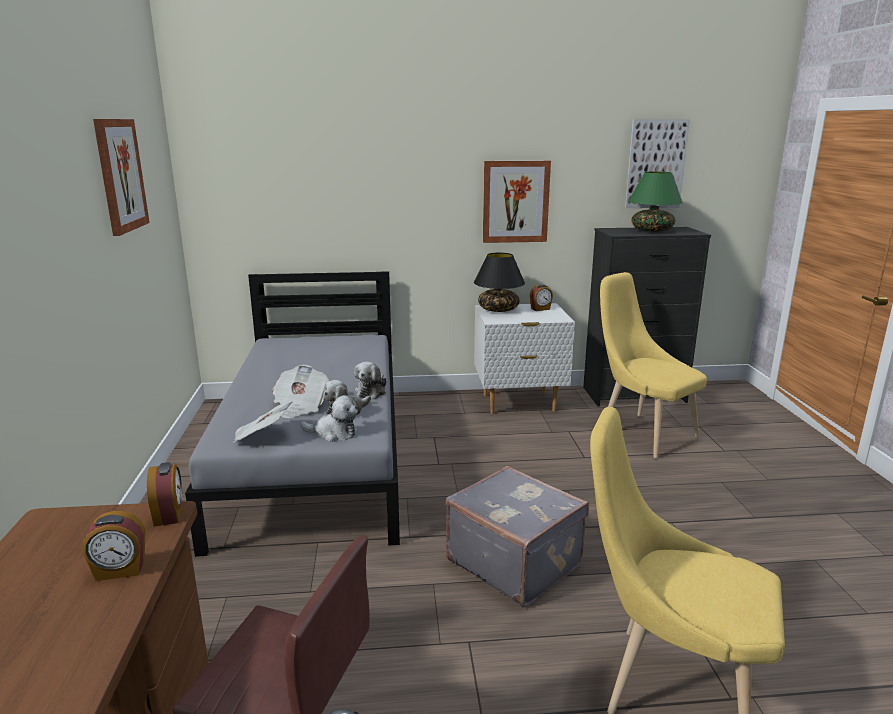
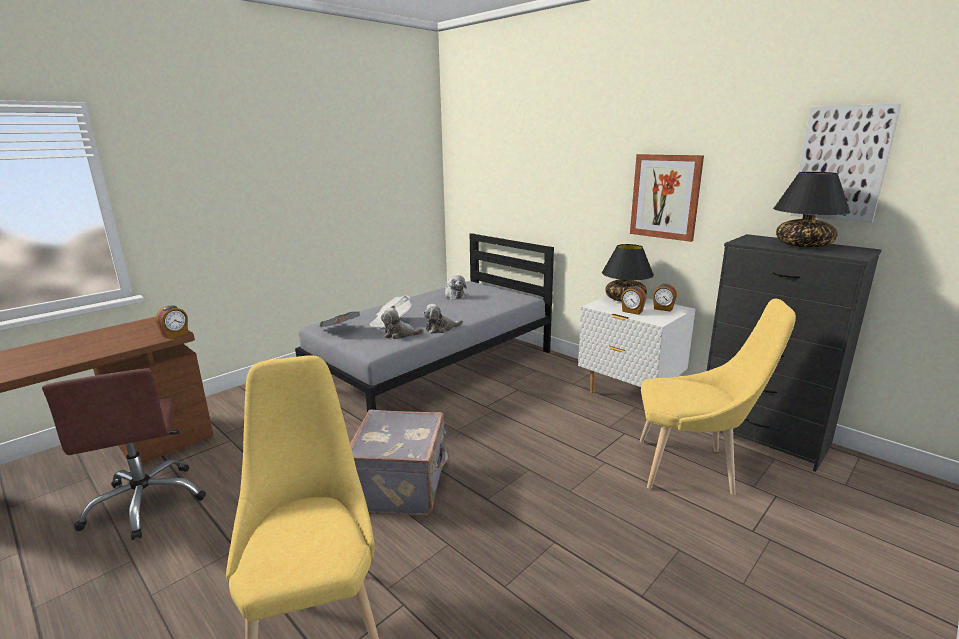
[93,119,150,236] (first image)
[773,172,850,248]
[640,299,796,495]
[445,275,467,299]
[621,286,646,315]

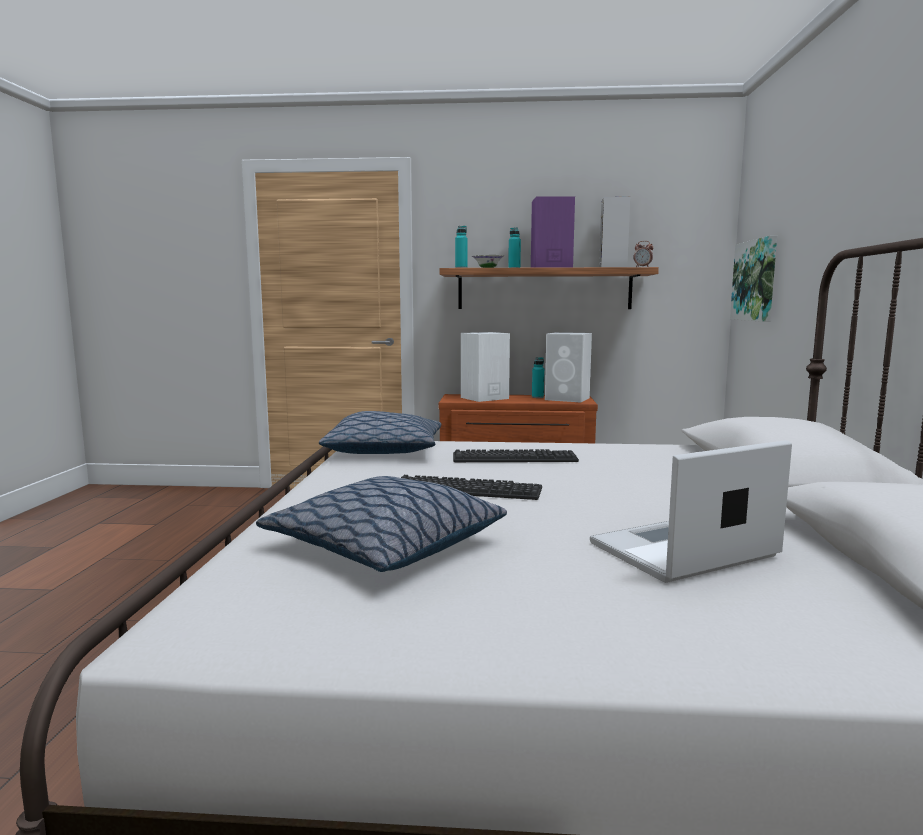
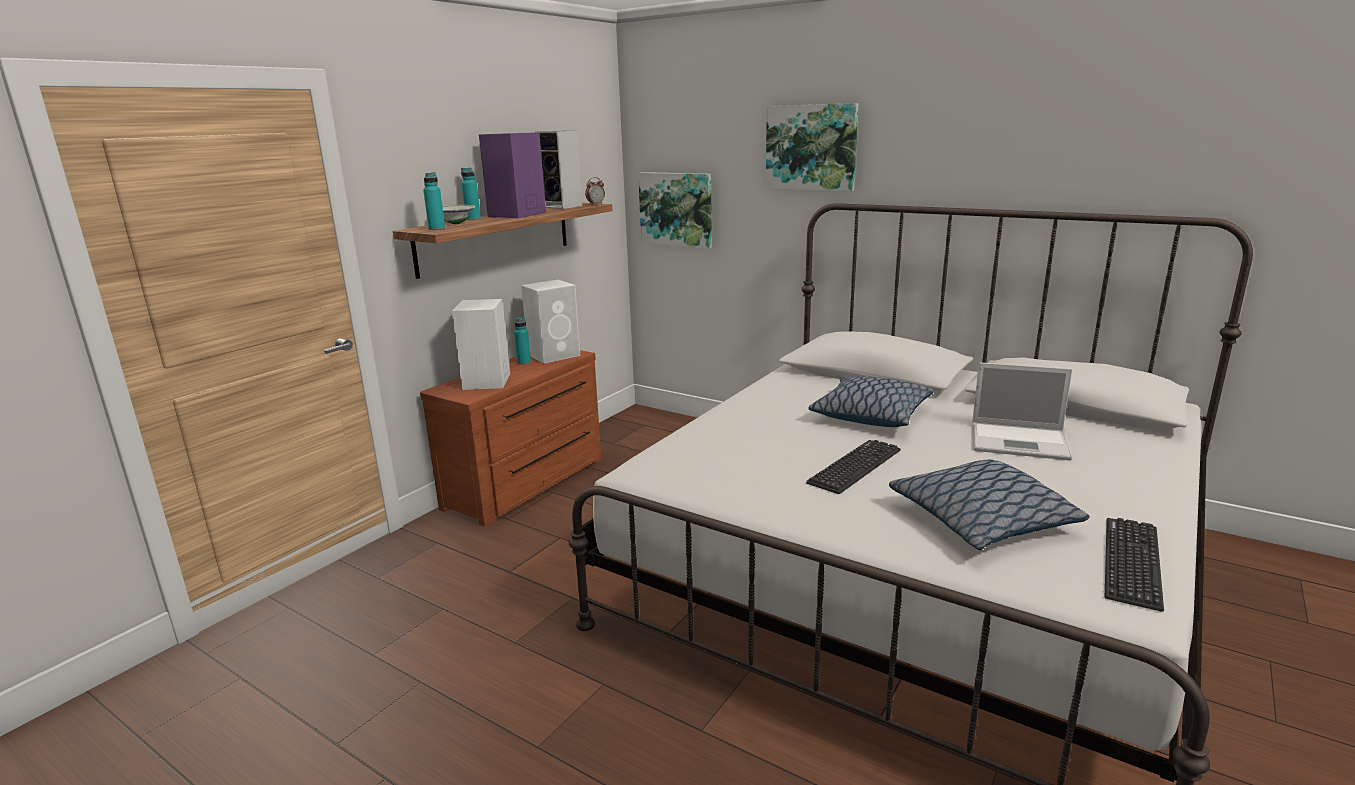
[809,376,934,427]
[972,363,1072,461]
[1105,518,1164,612]
[766,103,858,191]

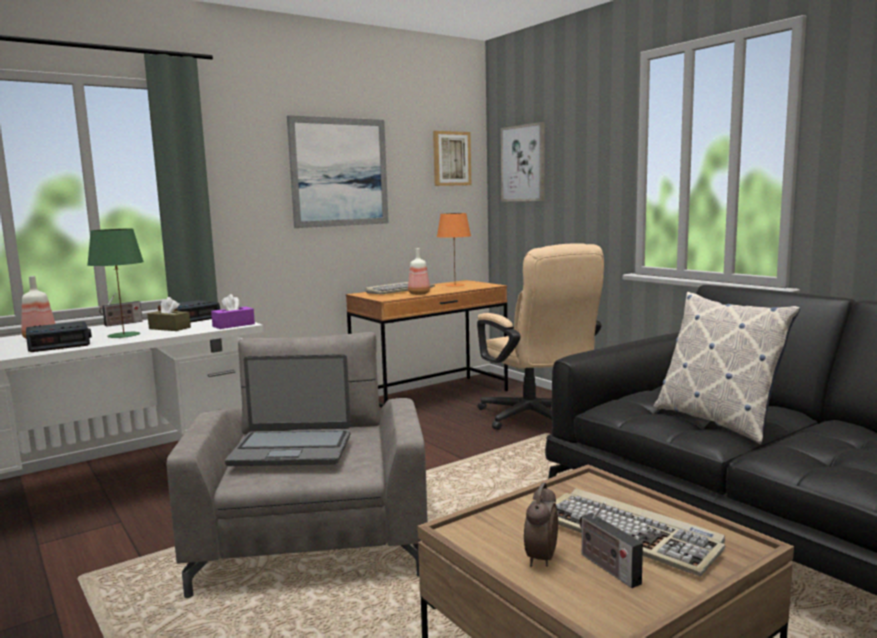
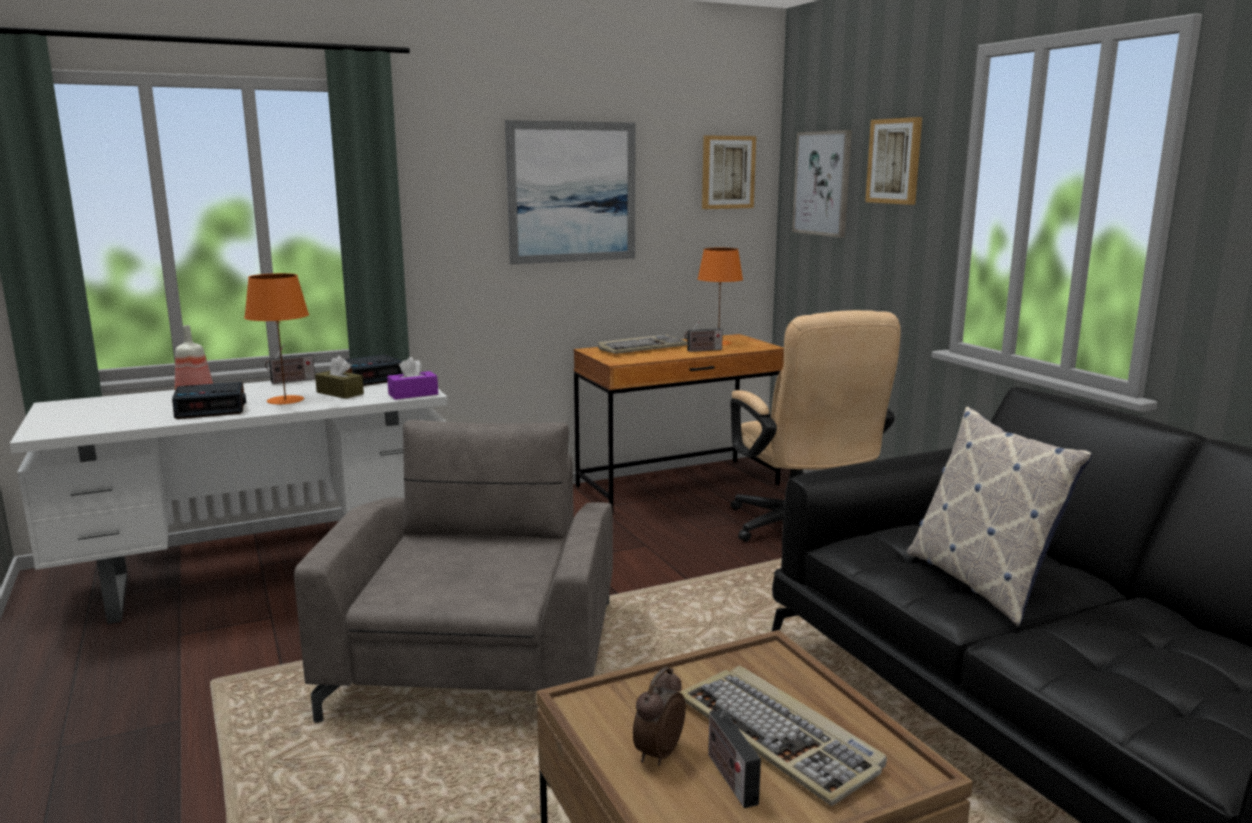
[244,273,309,405]
[408,248,430,295] (first image)
[225,354,351,466] (first image)
[865,117,922,205]
[685,319,723,352]

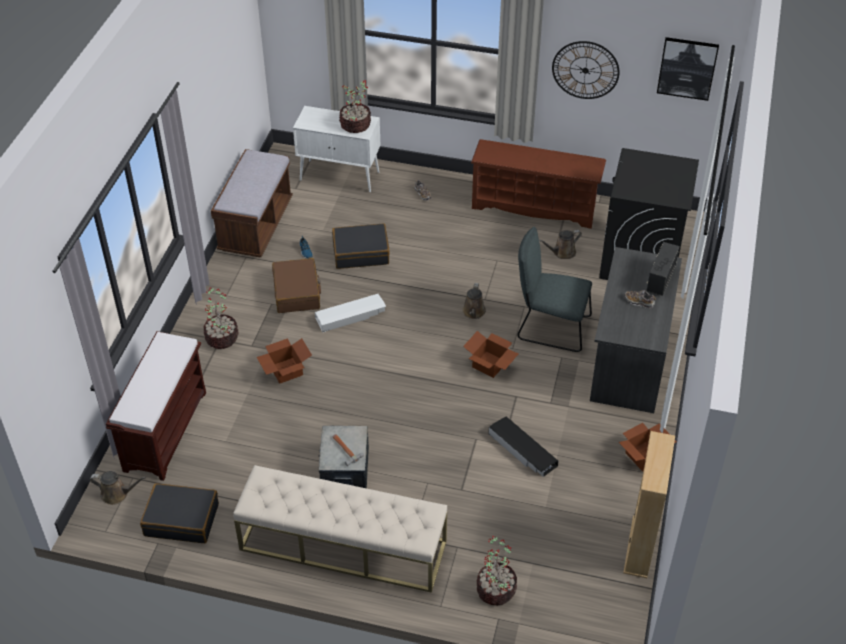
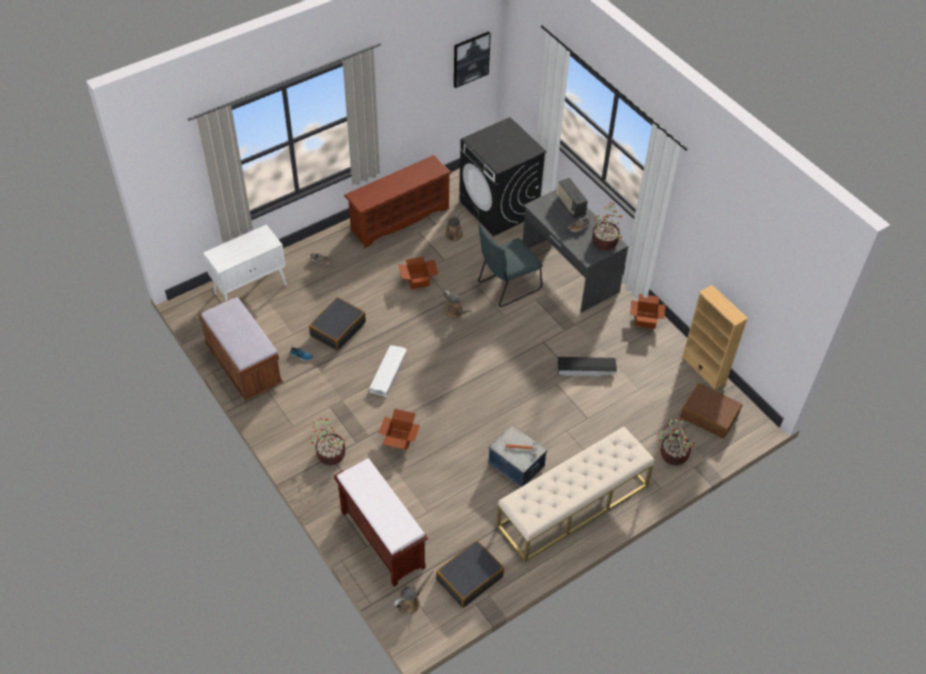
[552,41,620,99] (first image)
[592,202,622,250]
[680,383,742,439]
[398,257,439,289]

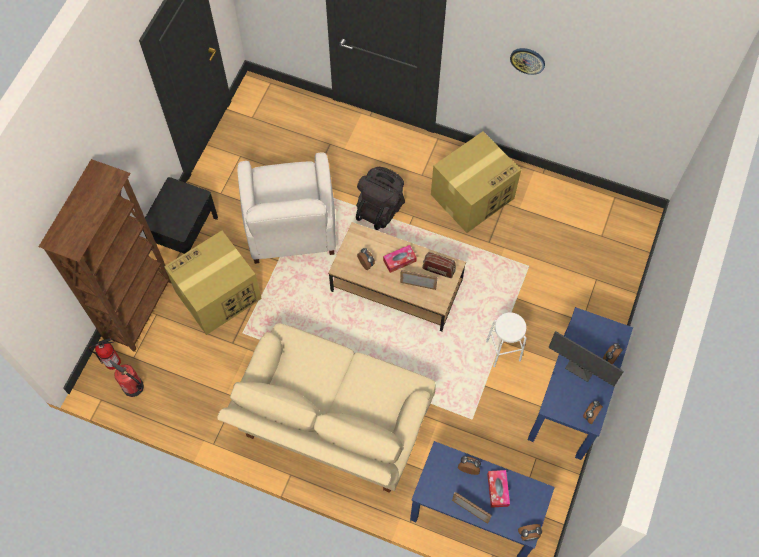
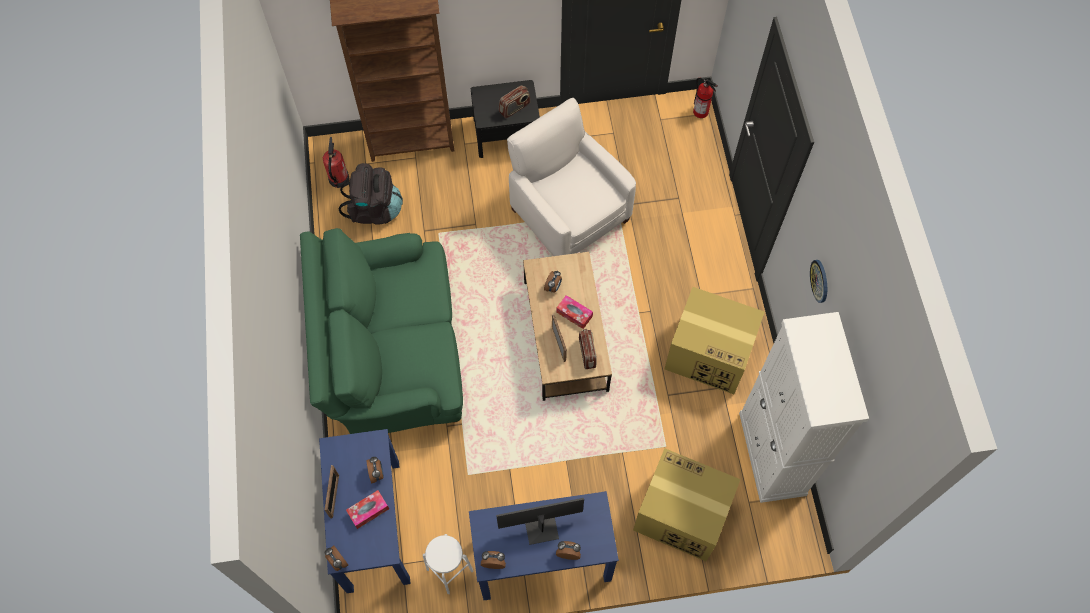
[507,98,636,256]
[339,163,403,225]
[633,448,741,561]
[423,534,473,594]
[300,228,463,434]
[496,498,584,545]
[693,78,718,118]
[499,85,531,119]
[739,312,869,503]

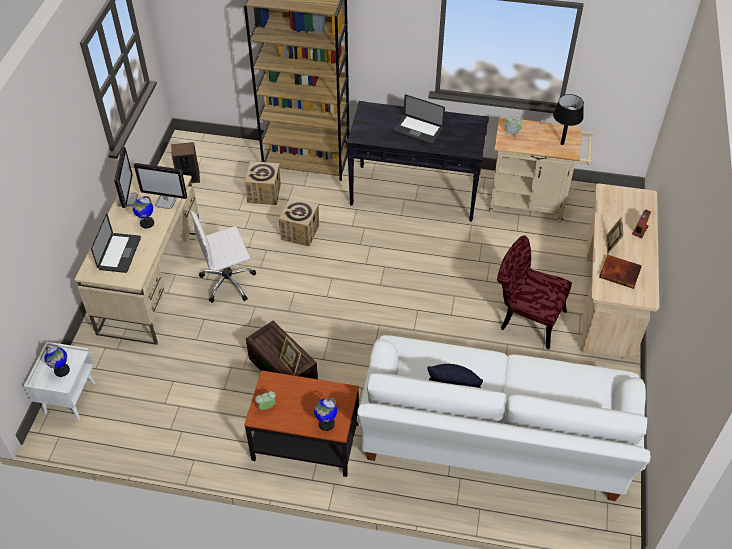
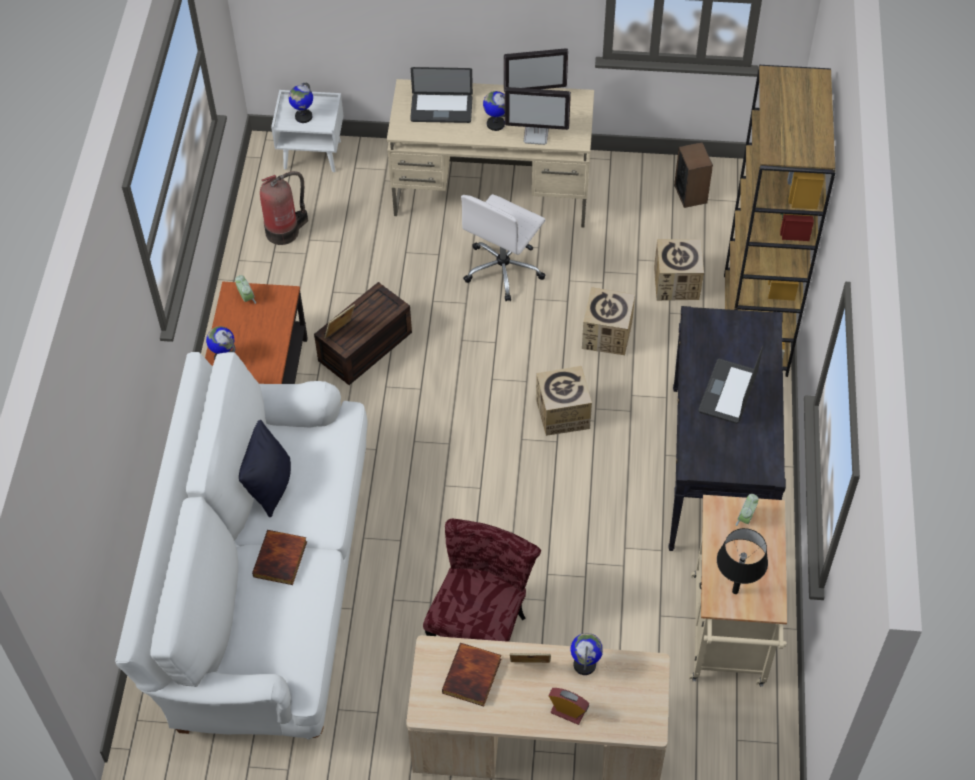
[505,87,571,145]
[461,194,545,301]
[260,171,308,245]
[536,366,592,436]
[252,530,307,585]
[571,633,603,675]

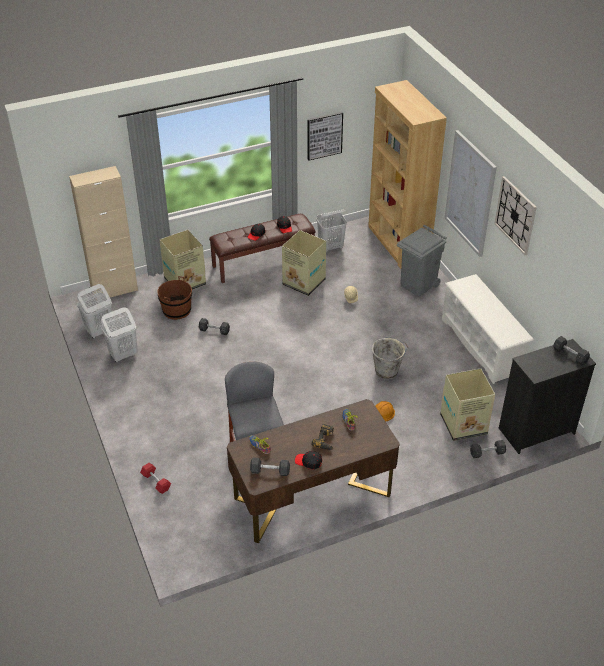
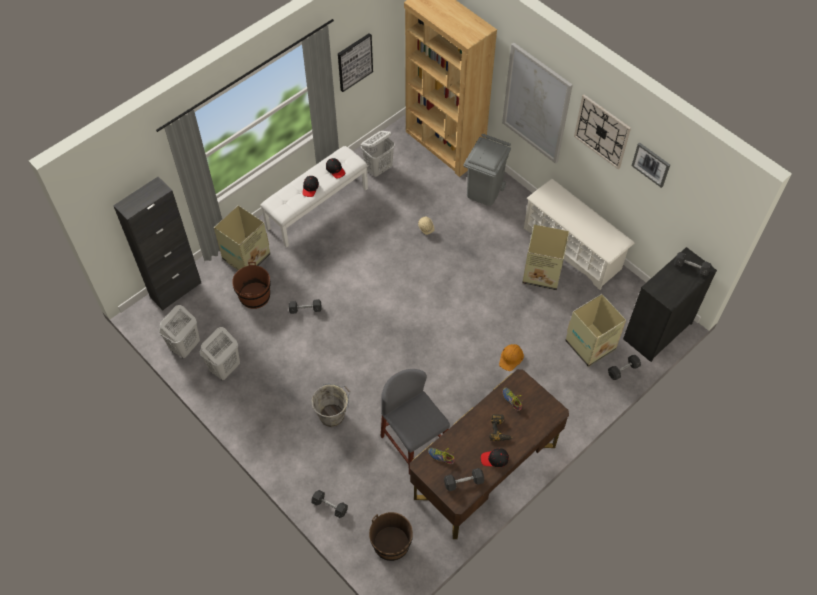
[113,177,201,310]
[260,146,368,248]
[522,224,569,290]
[311,384,350,427]
[311,490,348,518]
[632,142,670,188]
[369,512,413,561]

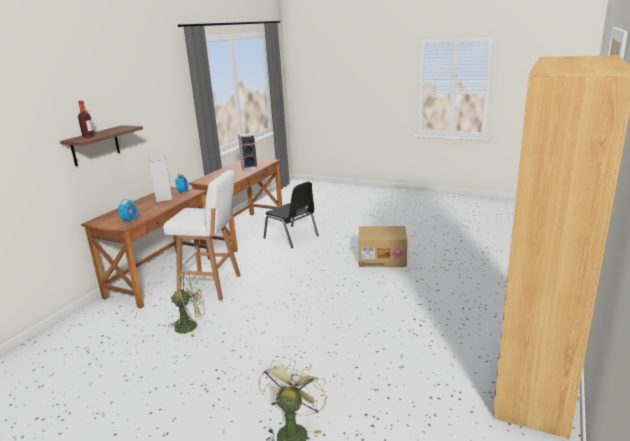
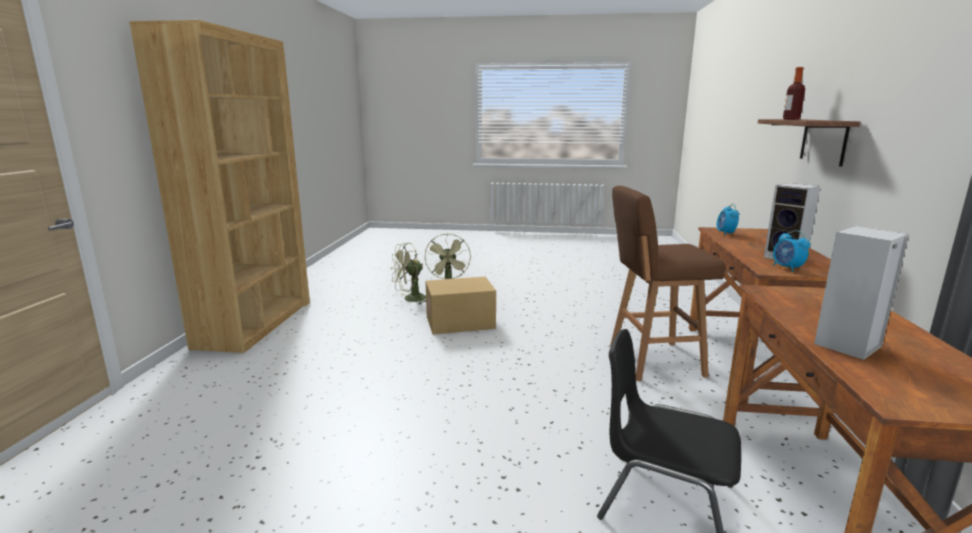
[610,186,725,381]
[426,277,496,335]
[391,243,426,304]

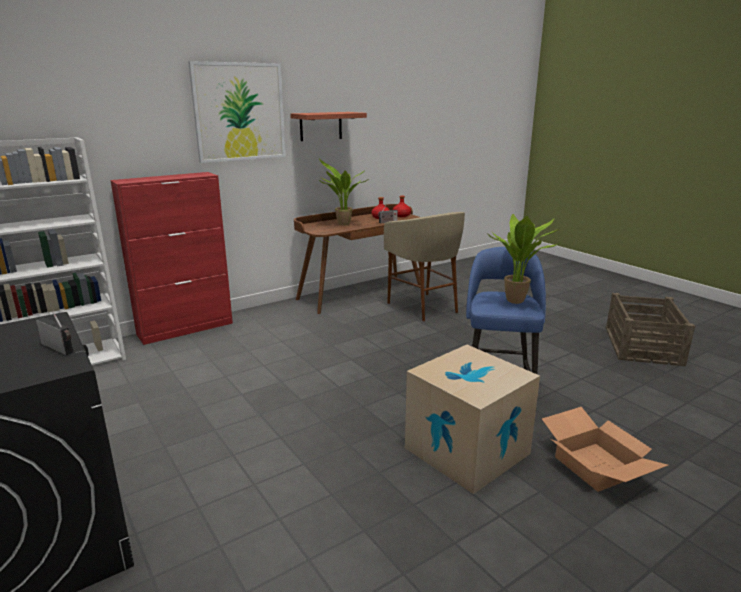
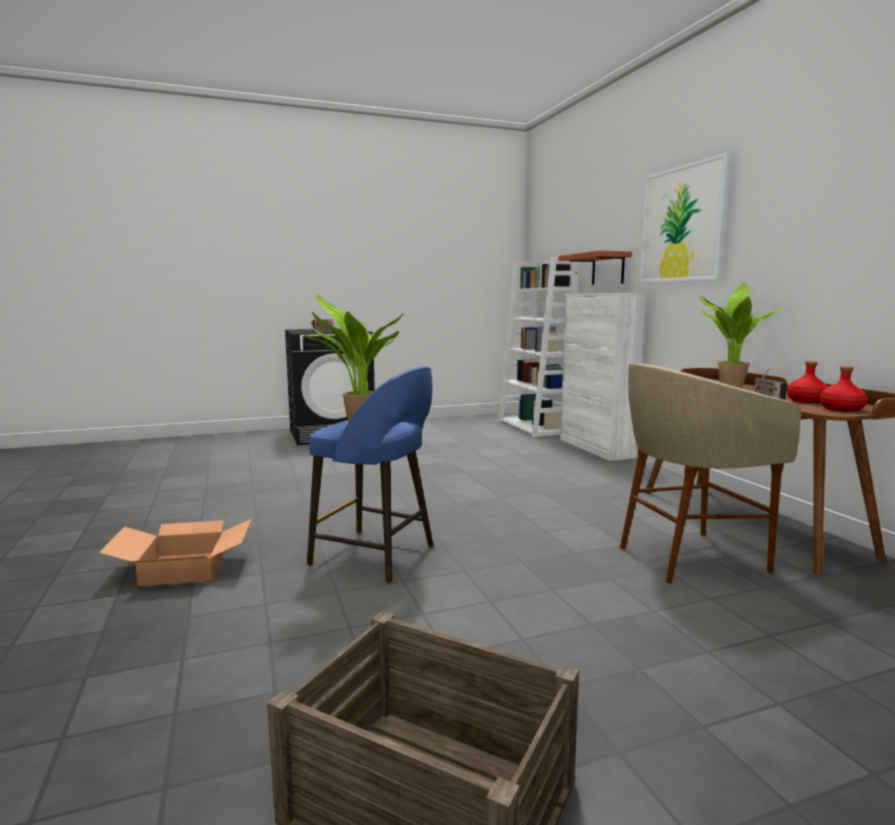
[558,250,632,285]
[560,293,646,461]
[405,345,540,494] (first image)

